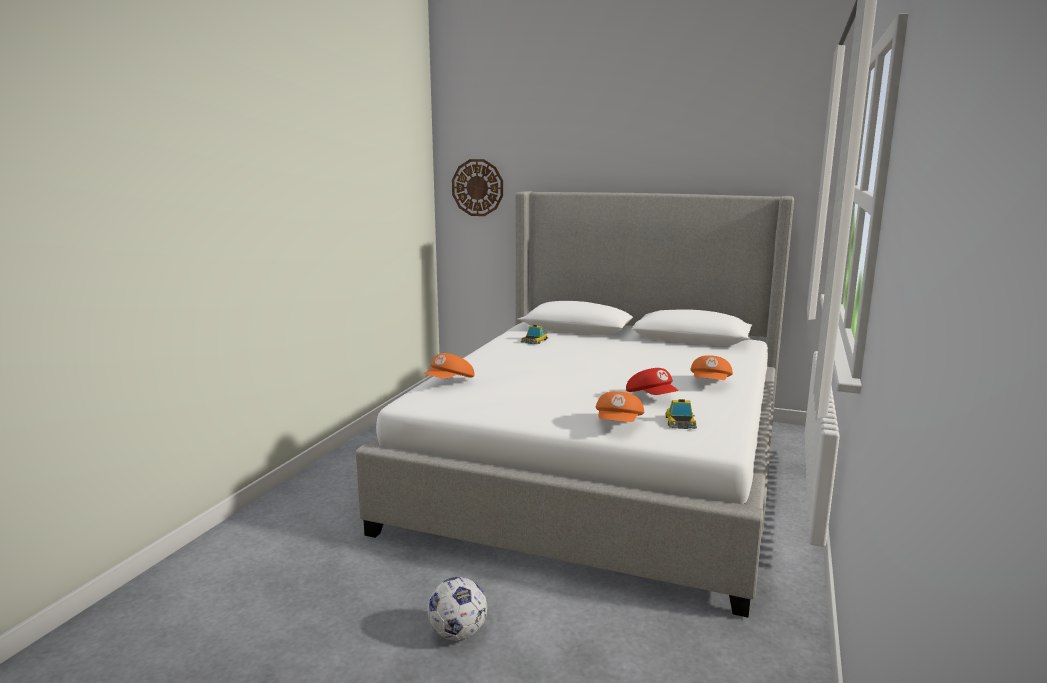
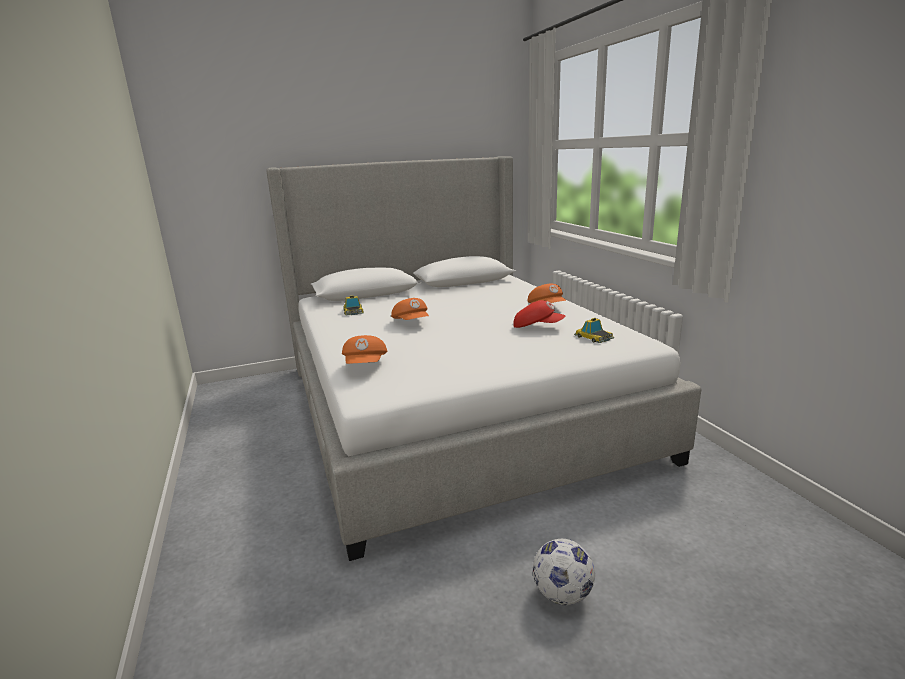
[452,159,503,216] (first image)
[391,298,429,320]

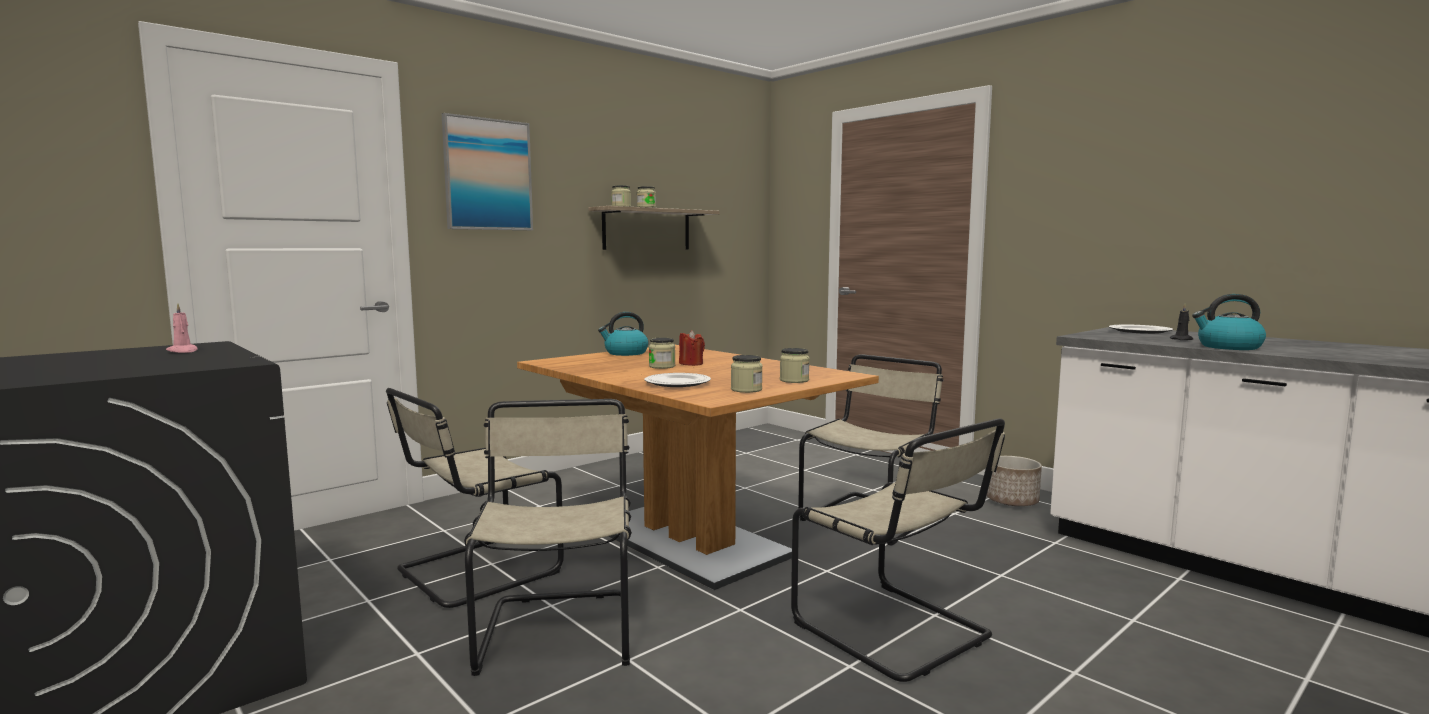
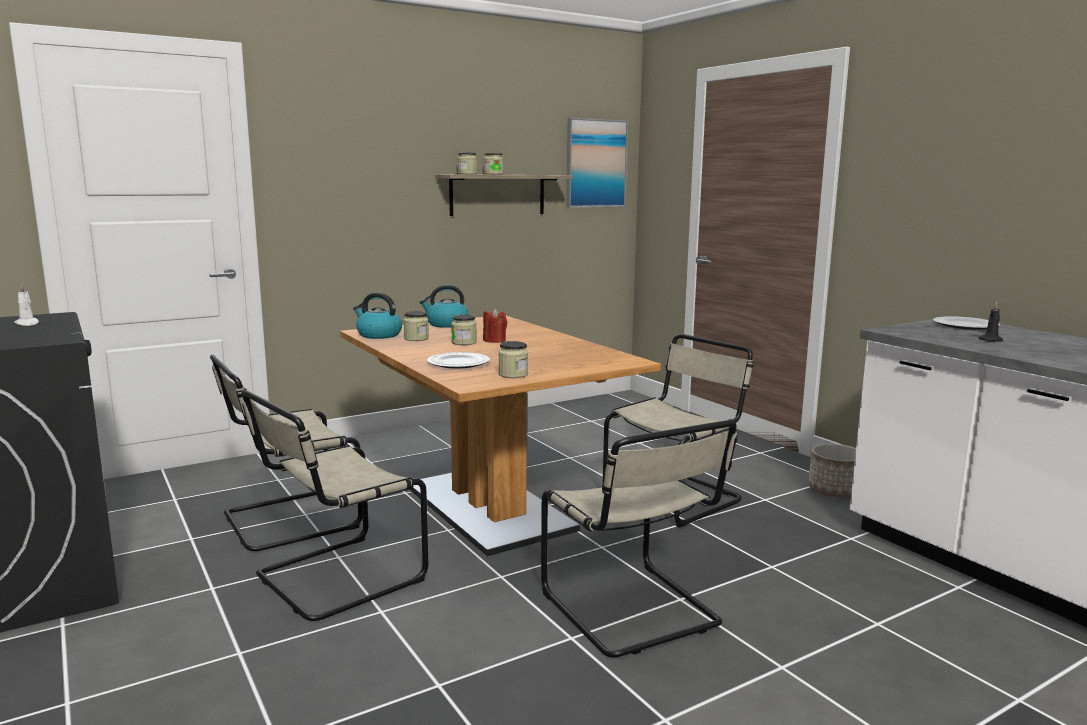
[566,118,628,208]
[353,292,402,339]
[14,283,39,326]
[403,311,429,341]
[241,389,428,621]

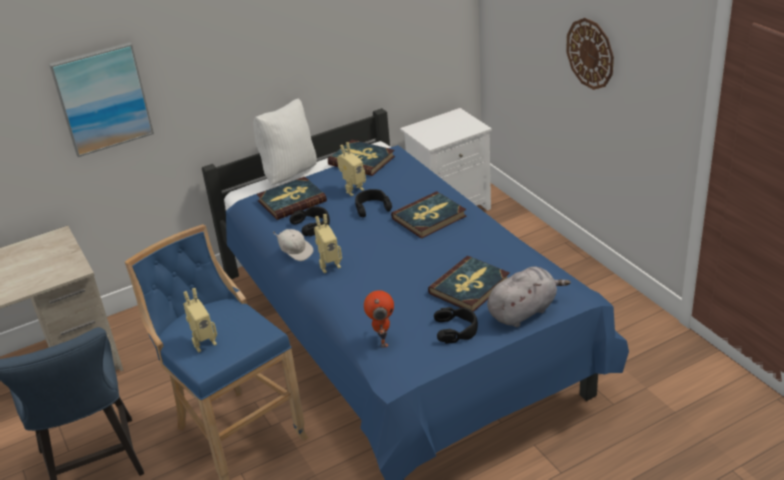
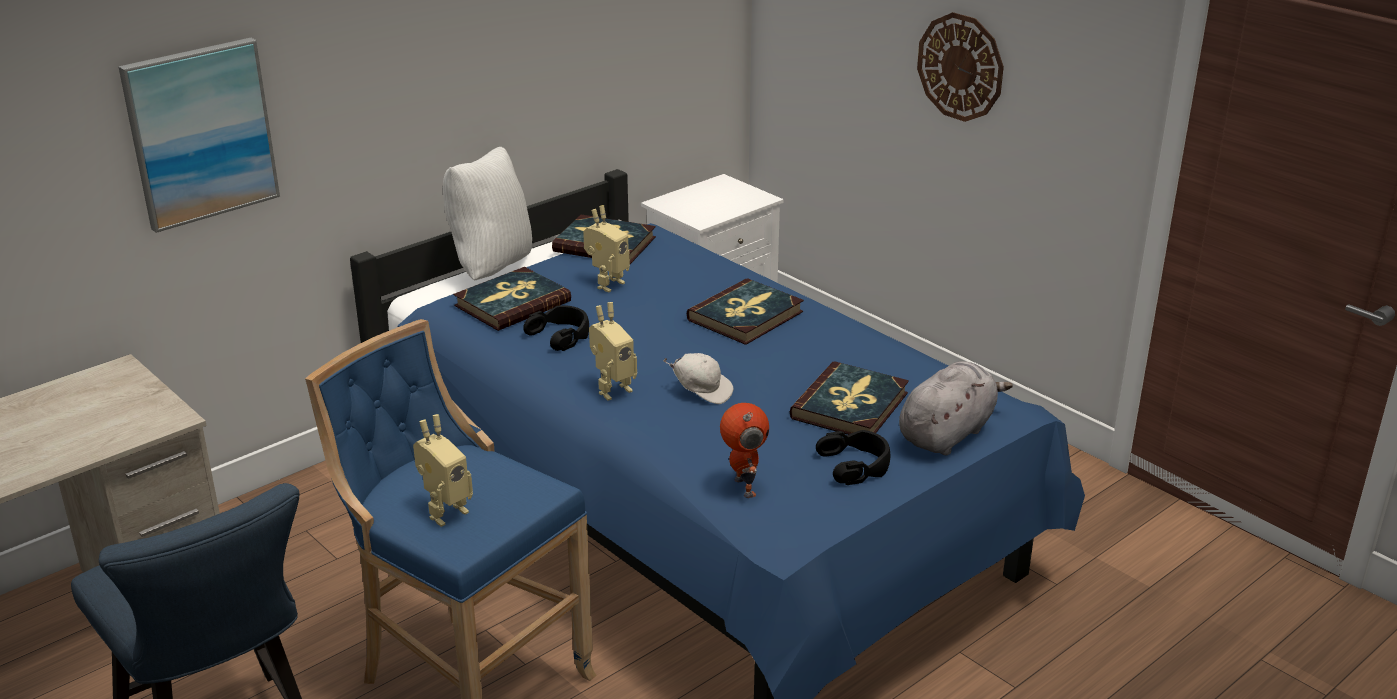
[355,189,392,218] (first image)
[663,353,733,404]

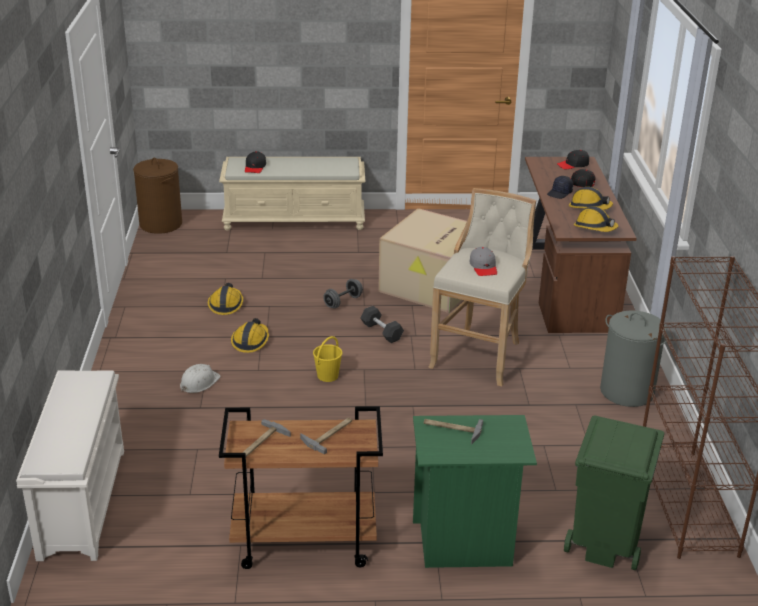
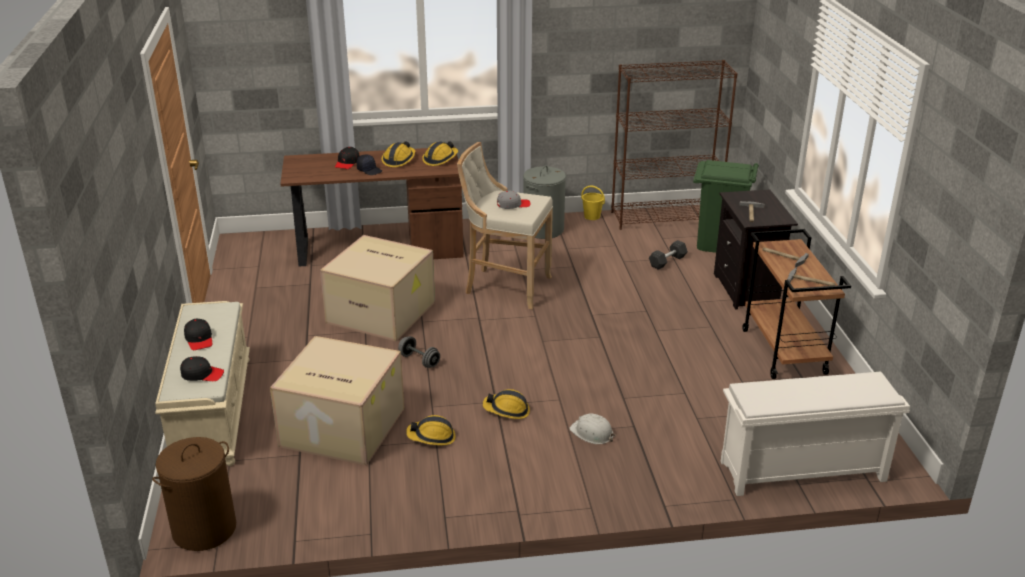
[184,319,212,350]
[649,240,688,270]
[581,185,605,220]
[714,189,798,310]
[270,336,405,466]

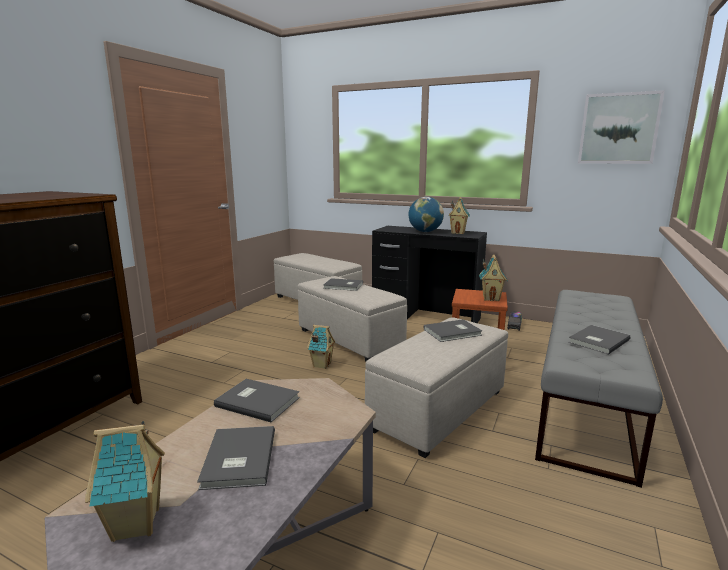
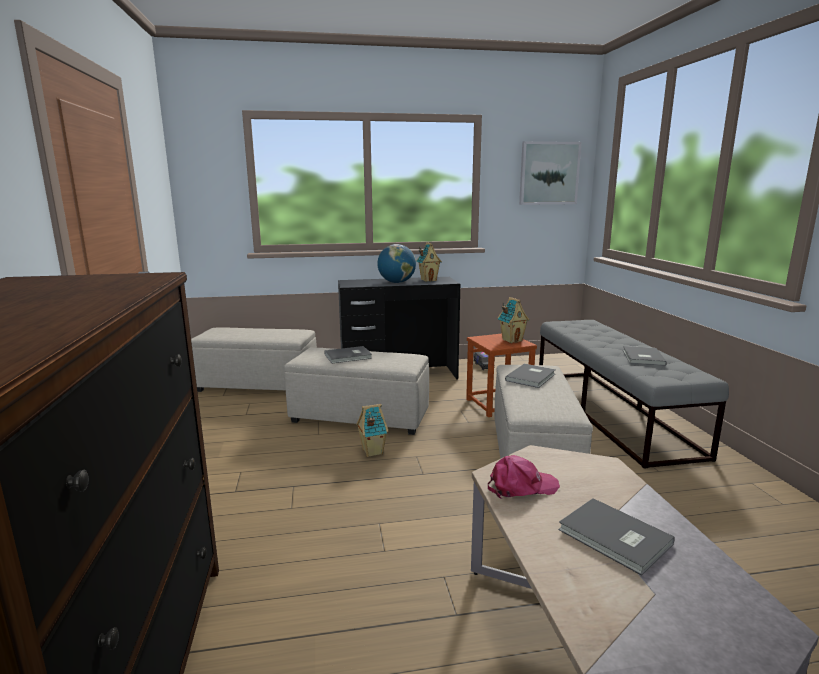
[488,455,560,499]
[85,421,165,542] (first image)

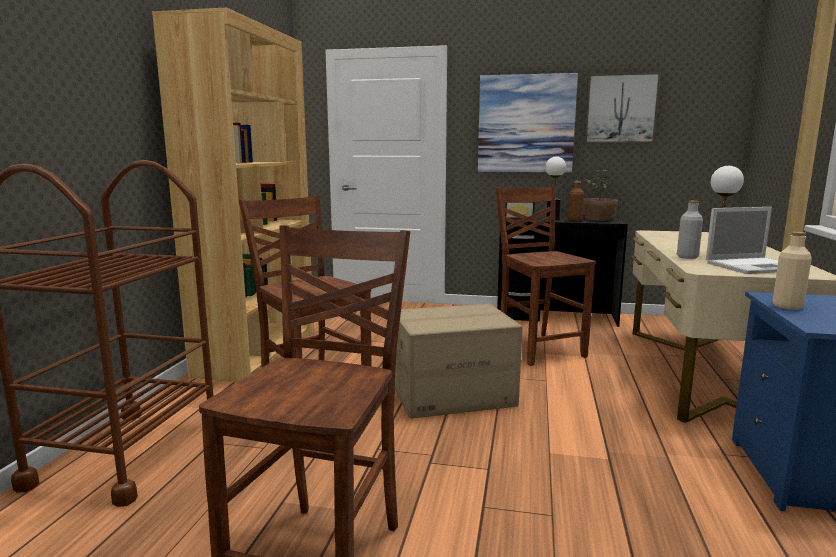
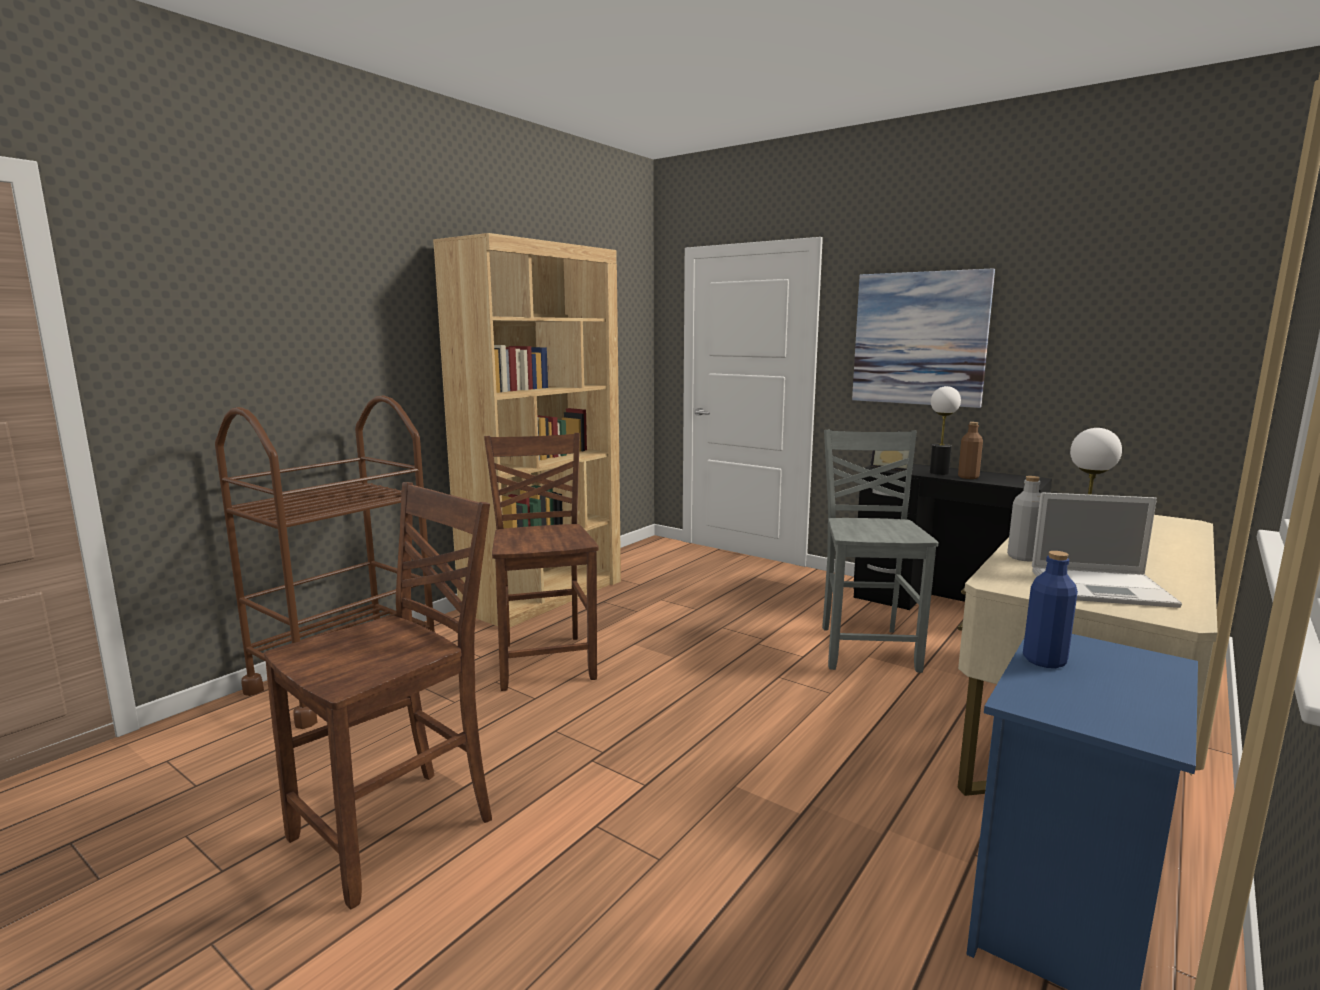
[585,72,661,143] (first image)
[583,168,618,221] (first image)
[822,430,938,673]
[1023,551,1078,668]
[395,304,523,419] (first image)

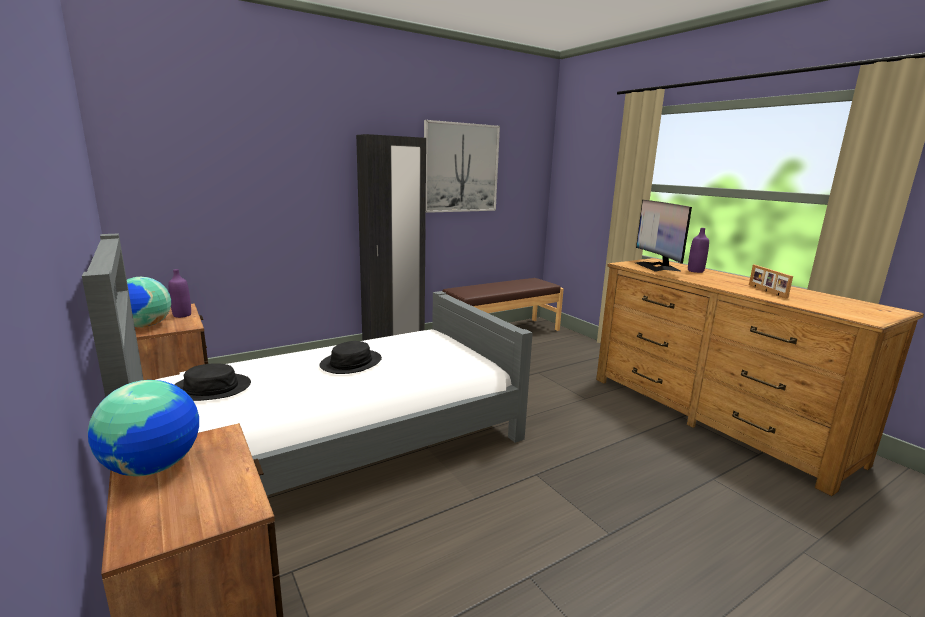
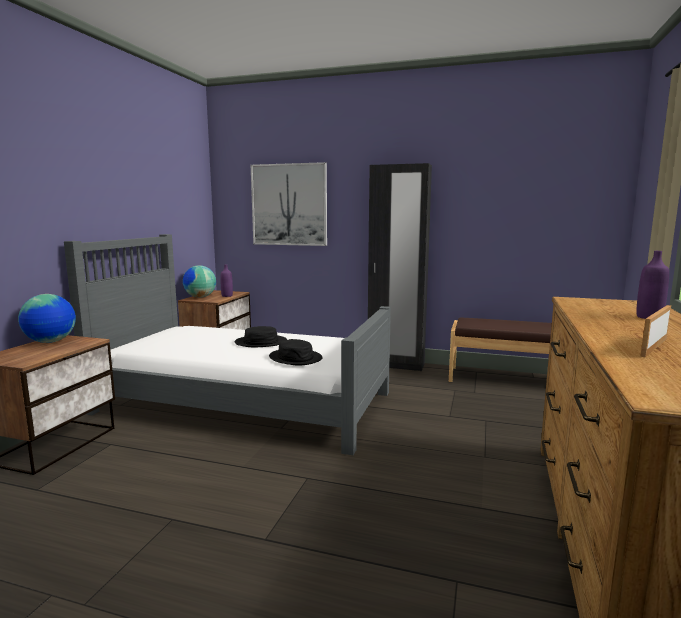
[251,162,327,246]
[636,200,692,272] (first image)
[269,339,323,365]

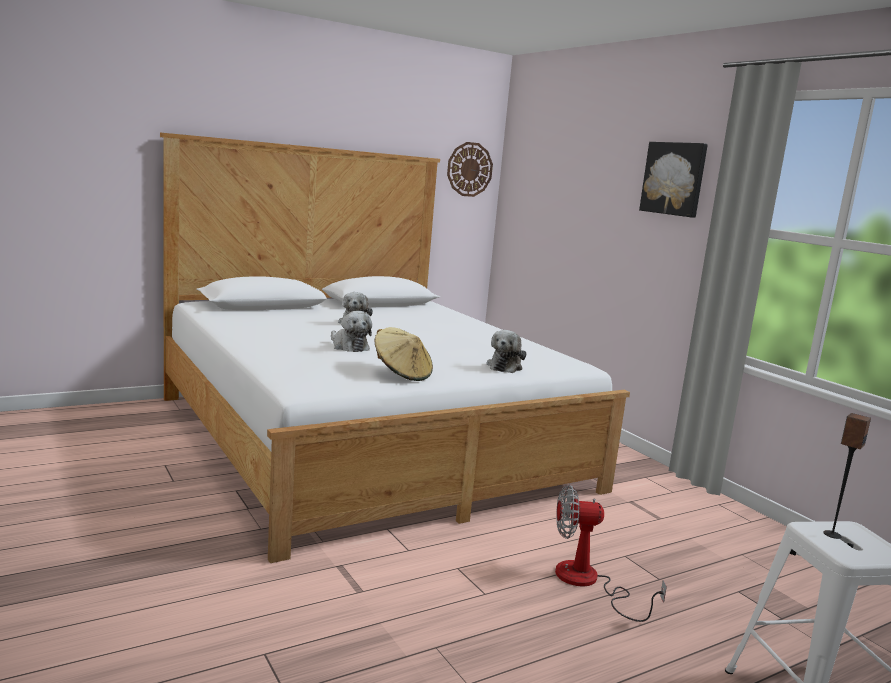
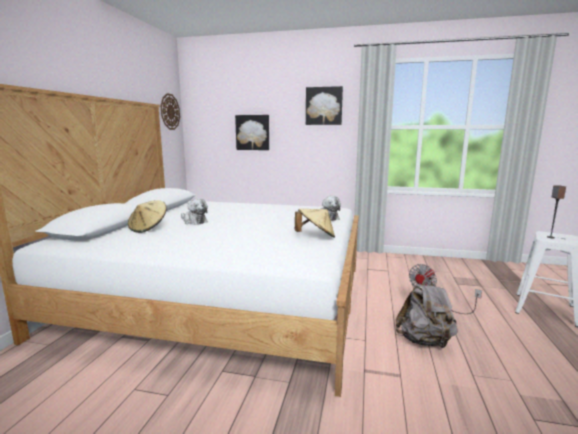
[331,311,372,352] (first image)
[235,115,269,150]
[128,200,167,233]
[396,277,458,348]

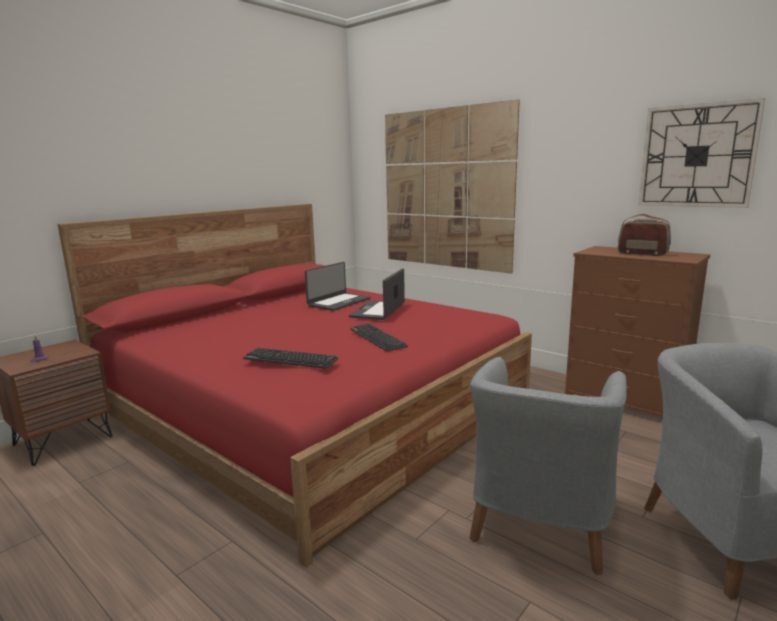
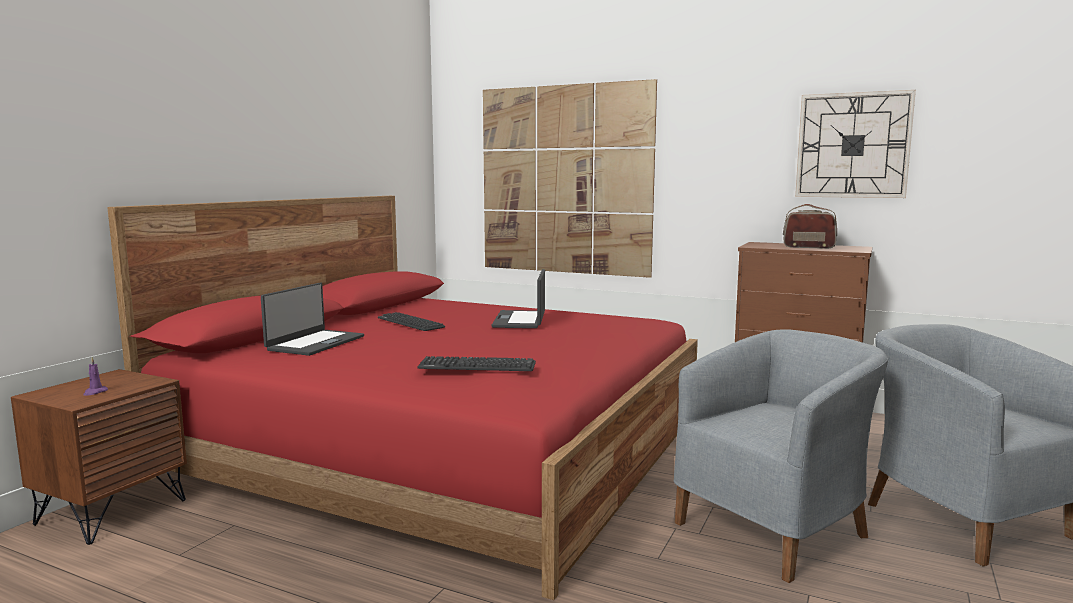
[261,283,364,356]
[378,312,445,331]
[674,329,888,583]

